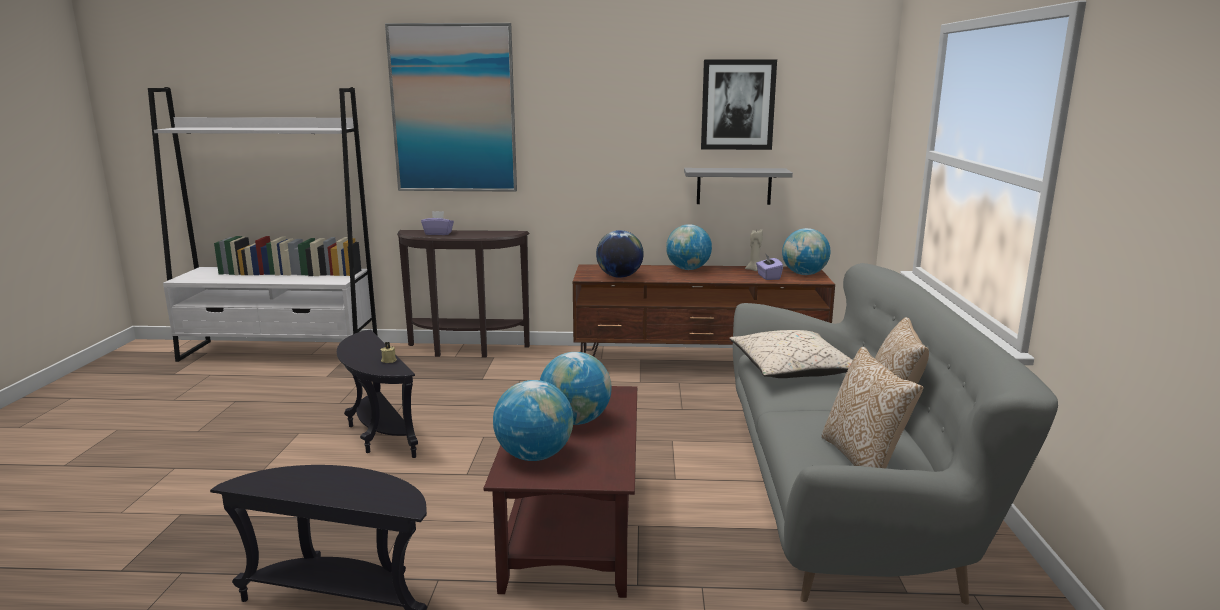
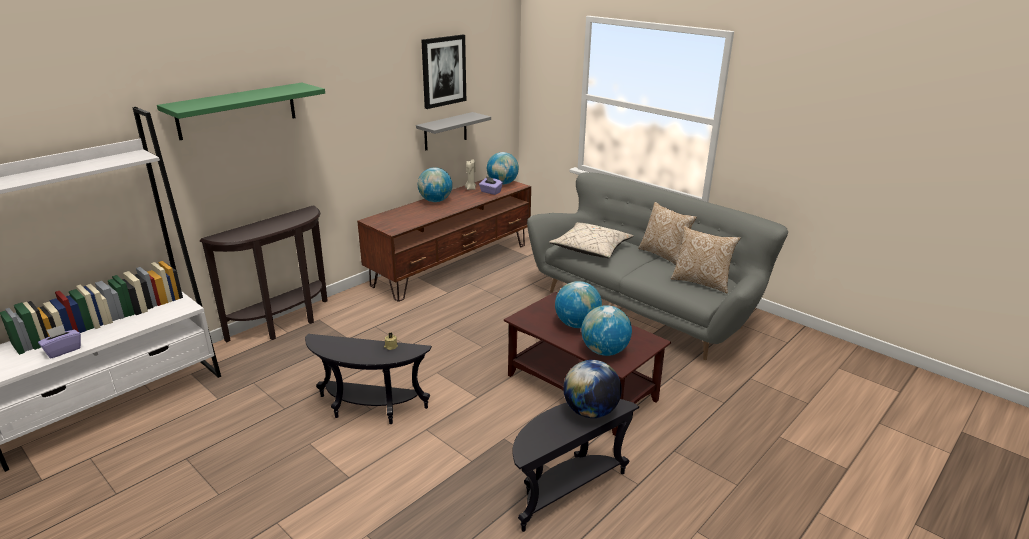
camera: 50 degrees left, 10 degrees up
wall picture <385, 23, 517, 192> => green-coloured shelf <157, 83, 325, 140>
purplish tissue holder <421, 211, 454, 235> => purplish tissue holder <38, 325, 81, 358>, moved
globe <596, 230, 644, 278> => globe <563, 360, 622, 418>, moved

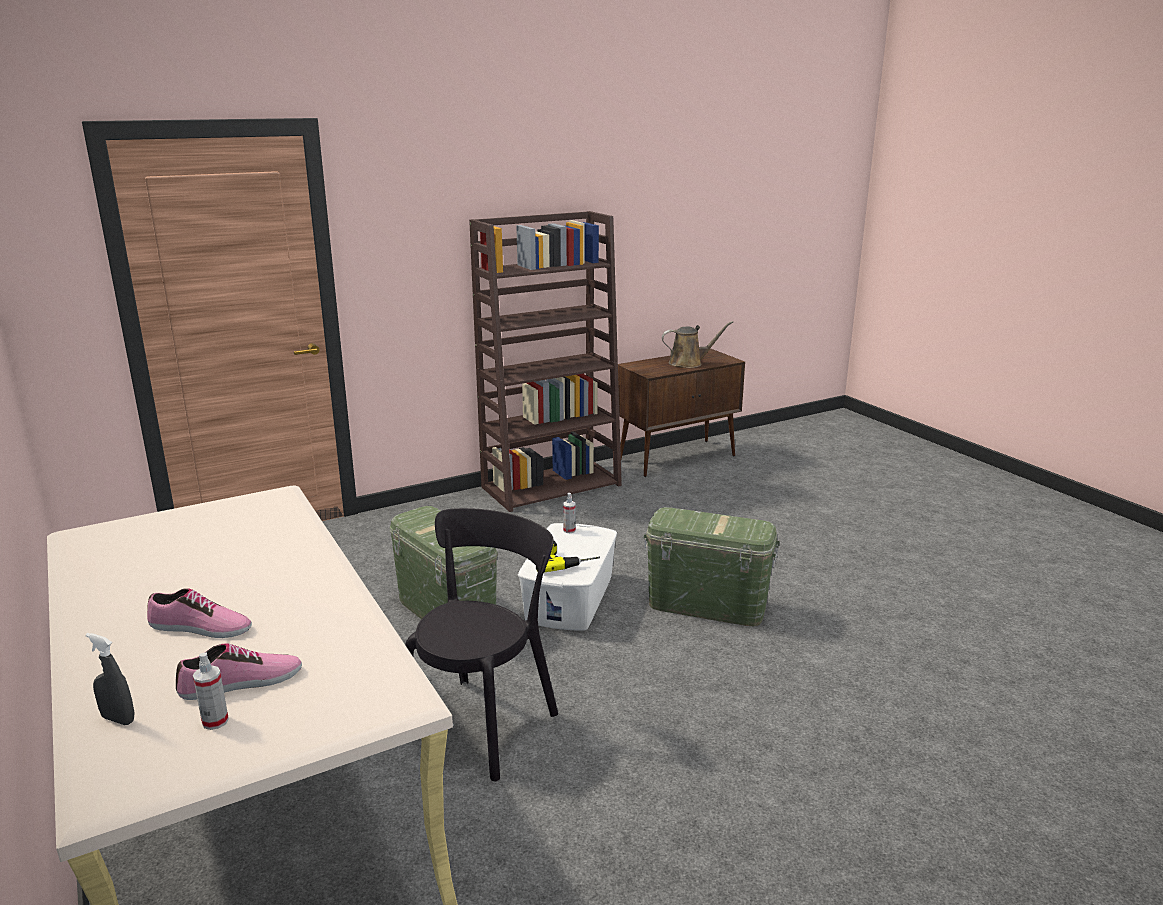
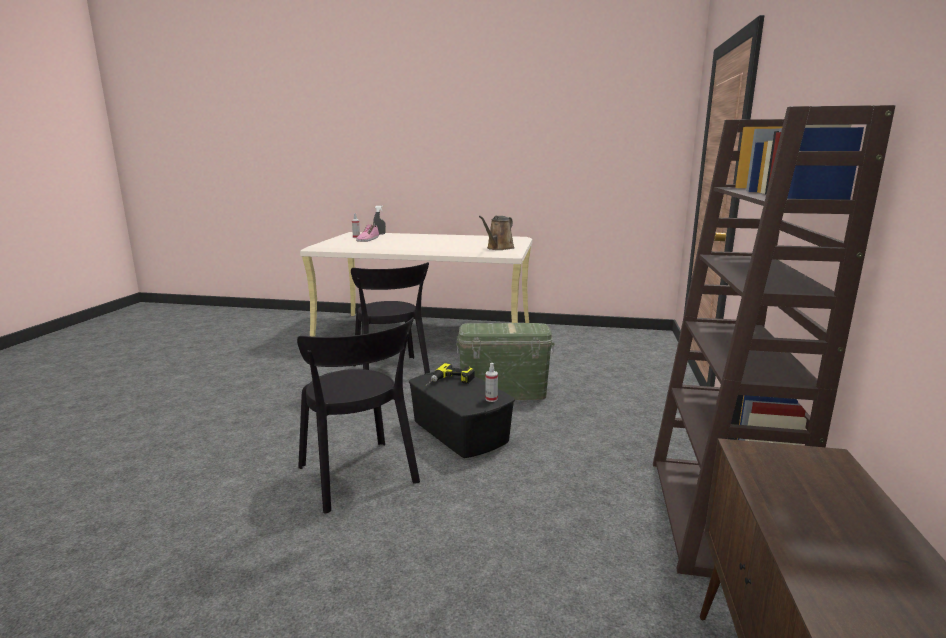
camera: 130 degrees right, 5 degrees down
low shoe <147, 588, 252, 638> => nothing
white storage container <518, 523, 617, 631> => black storage container <409, 368, 515, 458>
green-coloured storage container <643, 507, 780, 626> => black upright chair <297, 317, 420, 514>
brownish watering pot <662, 321, 733, 368> => brownish watering pot <479, 216, 515, 250>, moved

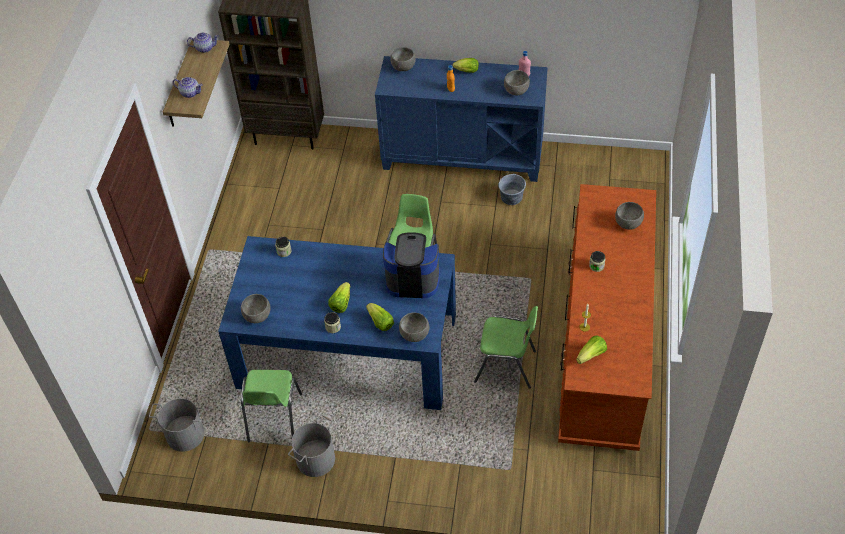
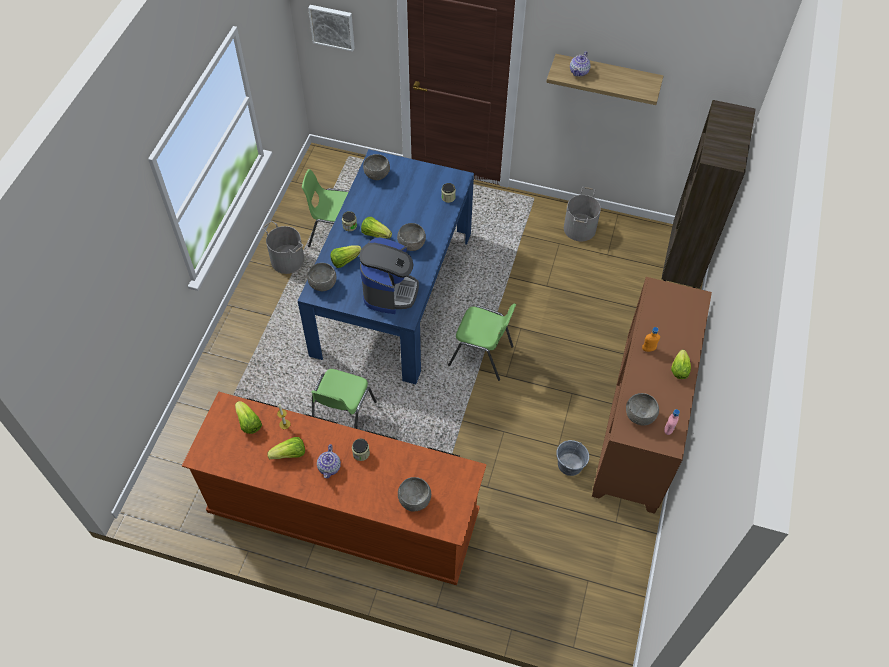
camera: 95 degrees right, 5 degrees up
gray pail <149, 398, 205, 452> => gray pail <564, 187, 601, 241>, moved
teapot <187, 32, 219, 53> => teapot <317, 444, 341, 479>, moved
blue cupboard <375, 56, 548, 182> => brownish cupboard <592, 277, 712, 514>
gray serving bowl <390, 47, 416, 71> => gray serving bowl <397, 223, 426, 251>, moved
nothing => head of lettuce <267, 437, 305, 459>
nothing => wall picture <308, 5, 355, 52>

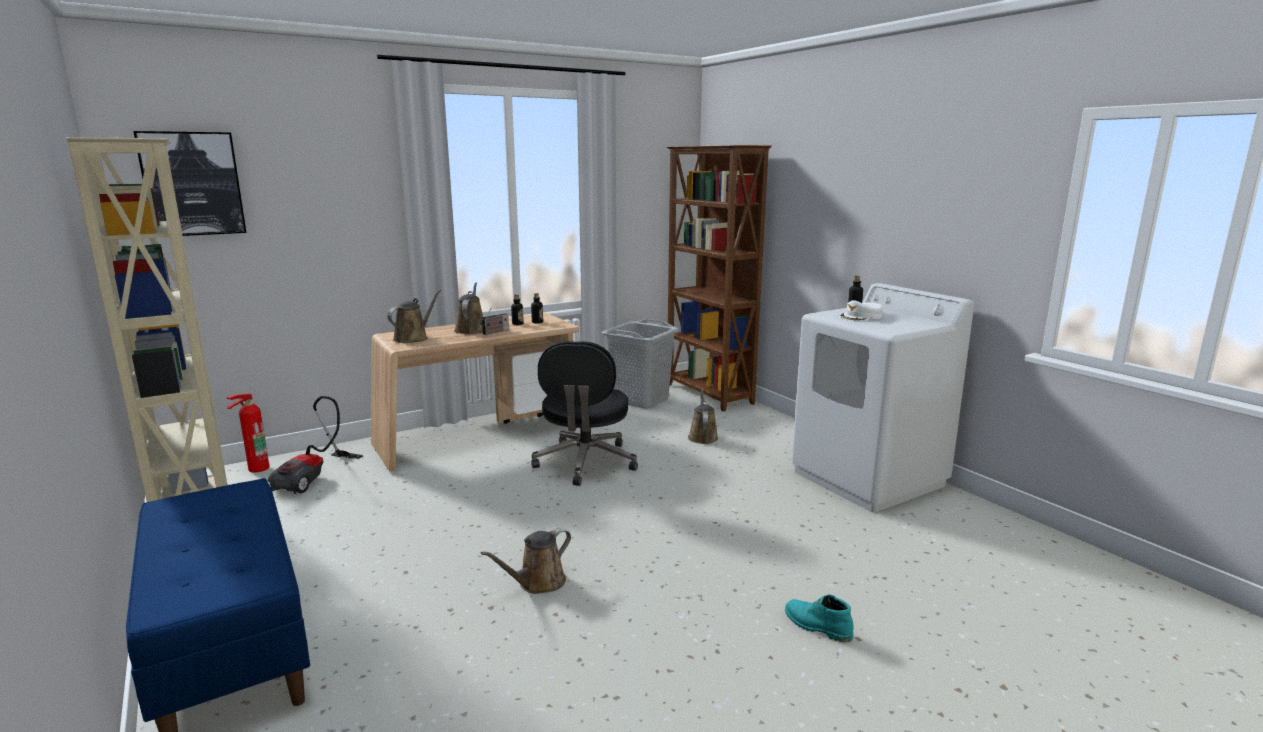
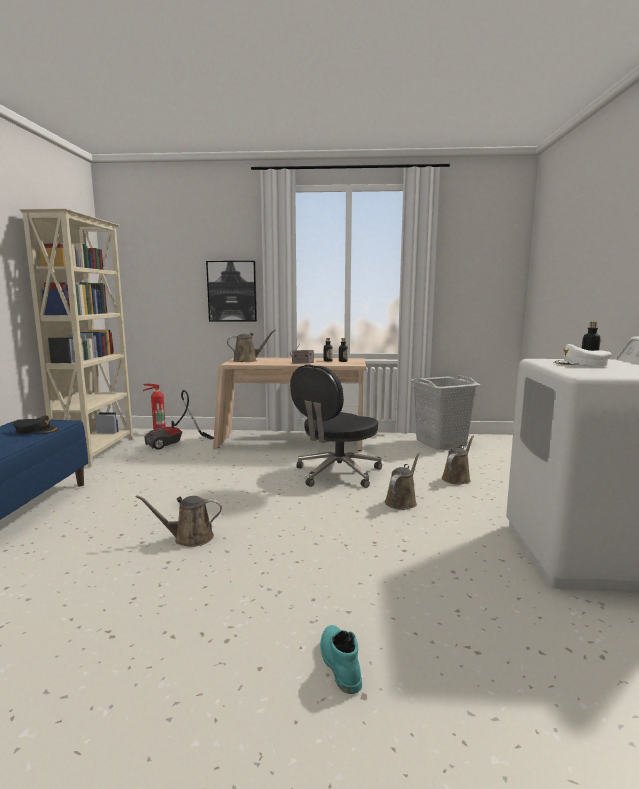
camera: 35 degrees right, 5 degrees down
wall picture <134, 131, 246, 236> => wall picture <206, 261, 257, 322>, moved
brownish watering pot <454, 282, 483, 334> => brownish watering pot <385, 452, 420, 510>, moved
brownish bookshelf <666, 145, 771, 412> => nothing
nothing => black peaked cap <13, 415, 59, 434>

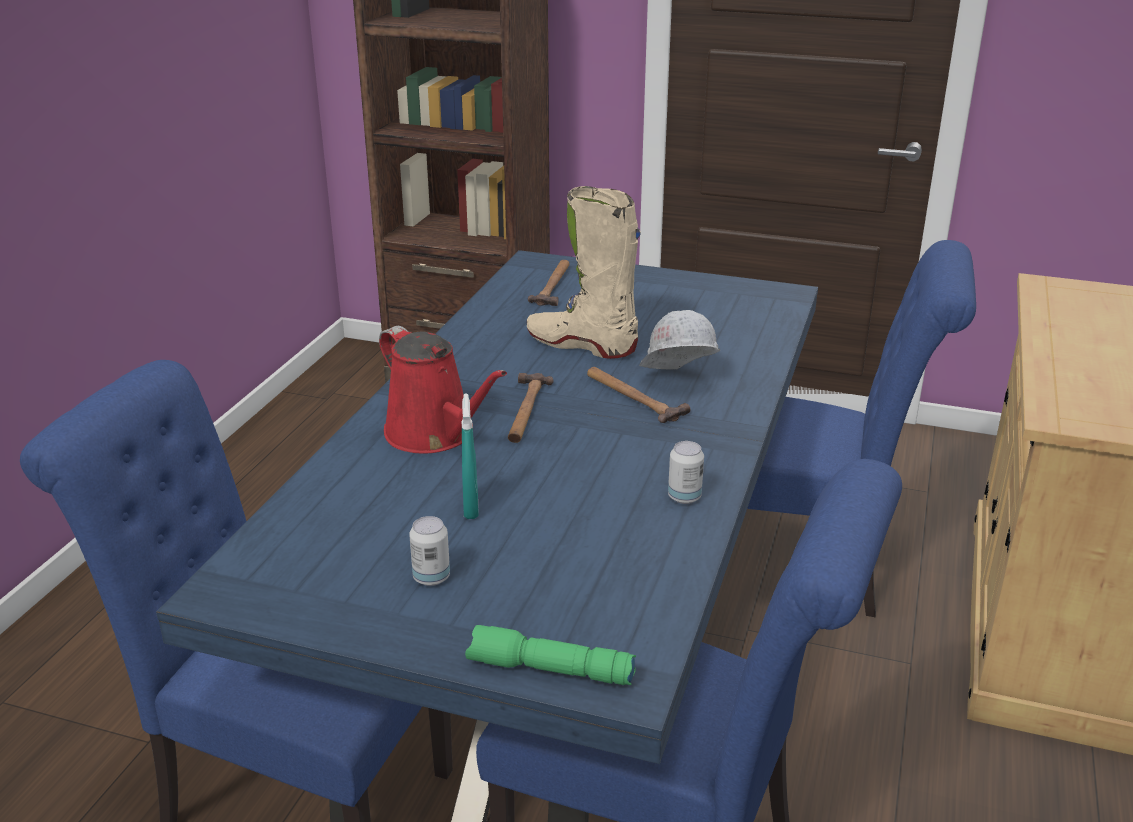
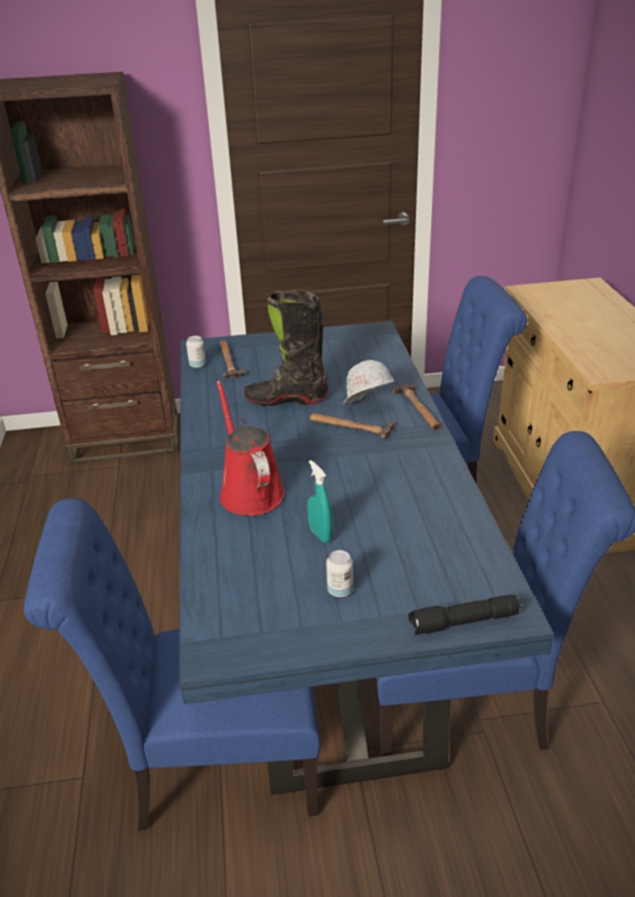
camera: 25 degrees left, 5 degrees up
red watering pot <379, 326, 507, 453> => red watering pot <216, 381, 285, 516>, 135 degrees counterclockwise
green-coloured hand torch <465, 625, 636, 685> => black hand torch <408, 595, 521, 635>
tool hammer <508, 373, 554, 443> => tool hammer <392, 384, 440, 430>, moved
beige-coloured boot <527, 186, 641, 359> => black boot <243, 290, 328, 406>
can <668, 441, 704, 504> => can <186, 336, 206, 368>, moved

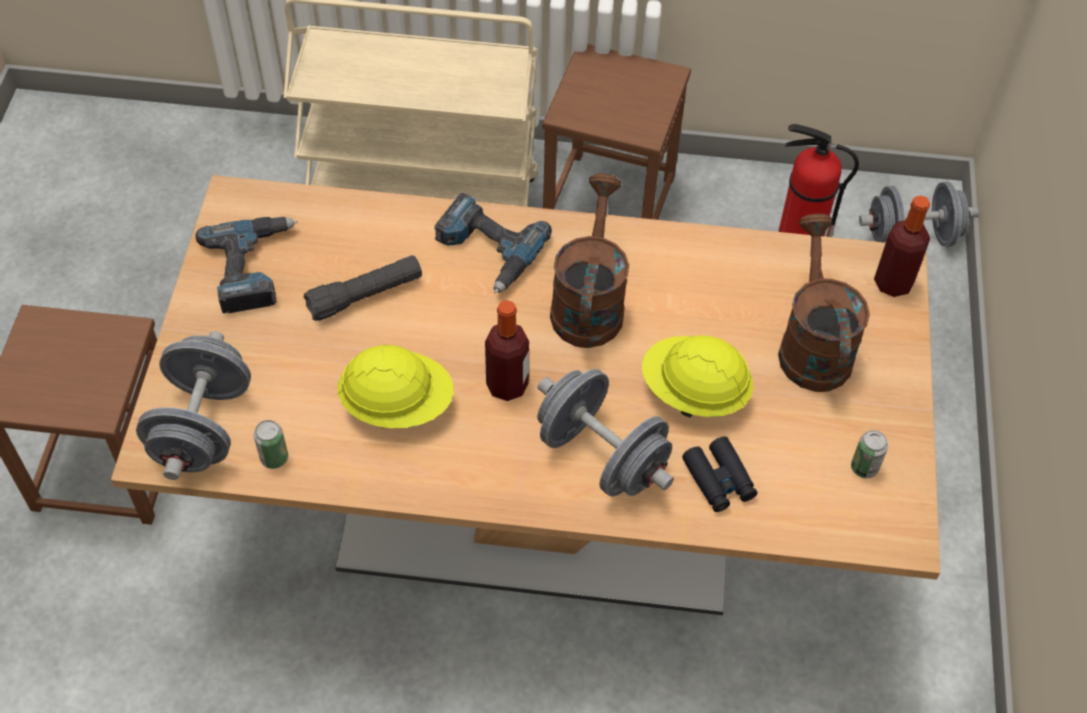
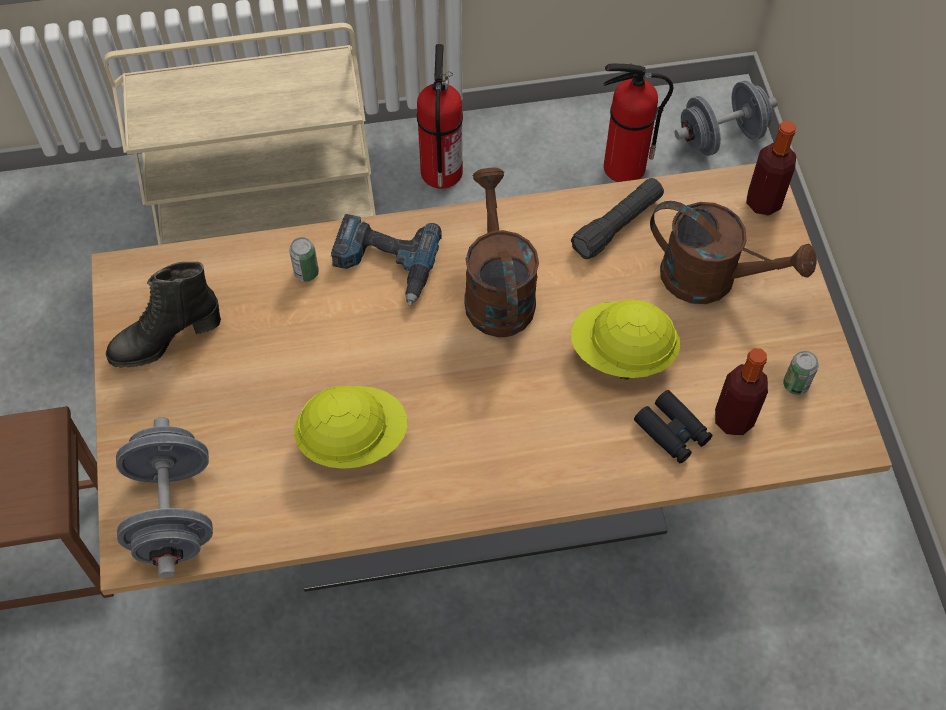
camera: 15 degrees left, 5 degrees up
electric drill <195, 217, 297, 313> => black boot <106, 262, 221, 368>
can <254, 420, 288, 469> => can <289, 237, 319, 282>, moved
black hand torch <304, 255, 422, 321> => black hand torch <571, 178, 664, 259>, moved
drink bottle <485, 300, 529, 401> => drink bottle <715, 348, 768, 436>, moved
gray dumbbell <537, 369, 674, 497> => nothing
brownish stool seat <543, 44, 691, 220> => extinguisher <417, 44, 463, 189>
brownish watering pot <778, 214, 870, 392> => brownish watering pot <650, 201, 817, 304>, 135 degrees clockwise

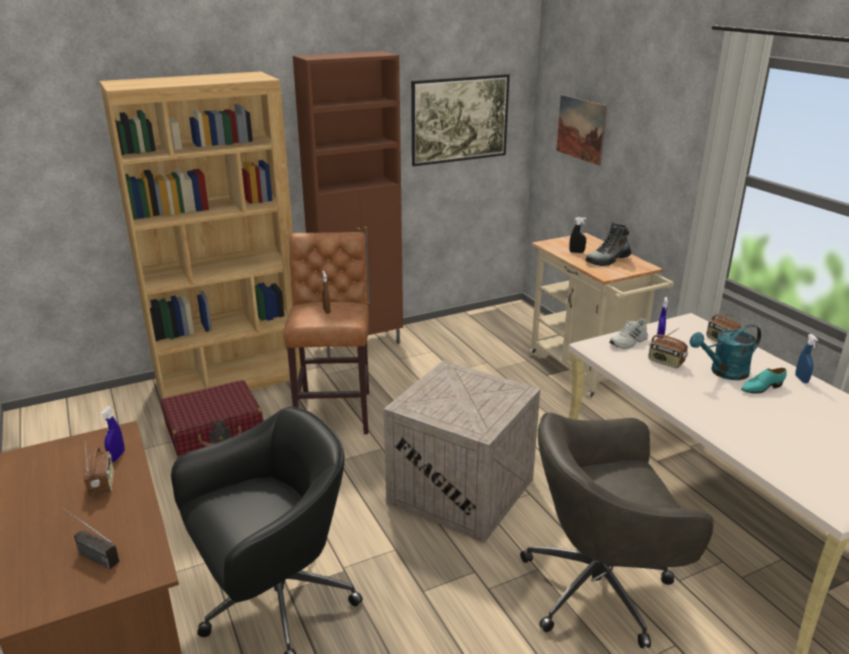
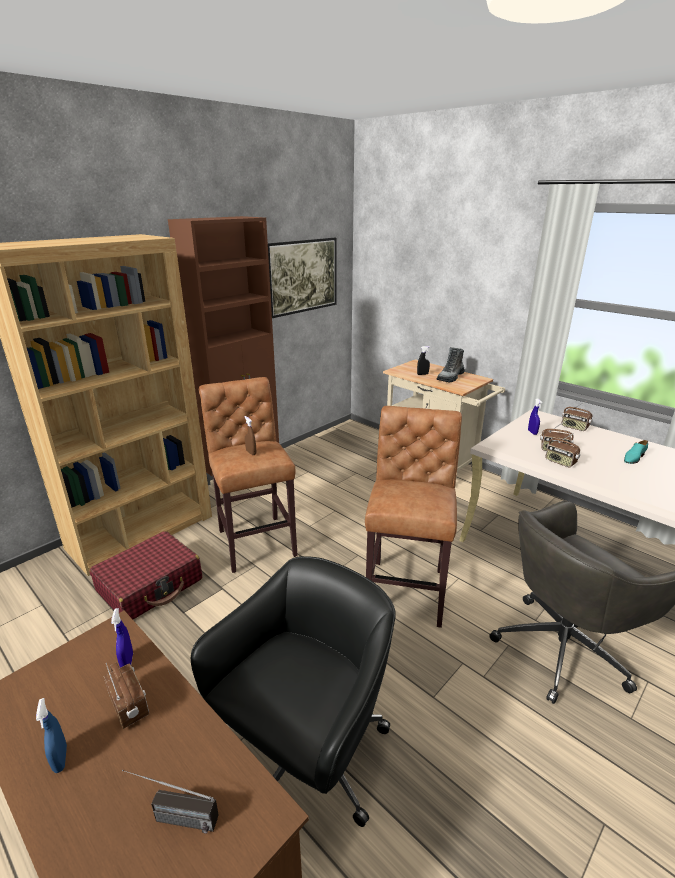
camera: 20 degrees left, 0 degrees up
crate <384, 360, 540, 543> => brownish stool seat <365, 406, 462, 628>
wall picture <556, 95, 607, 166> => nothing
white low shoe <609, 318, 648, 349> => nothing
turquoise watering pot <690, 324, 761, 380> => nothing
blue hand sprayer <795, 334, 818, 383> => blue hand sprayer <36, 698, 67, 773>, moved
nothing => radio set <545, 433, 580, 467>

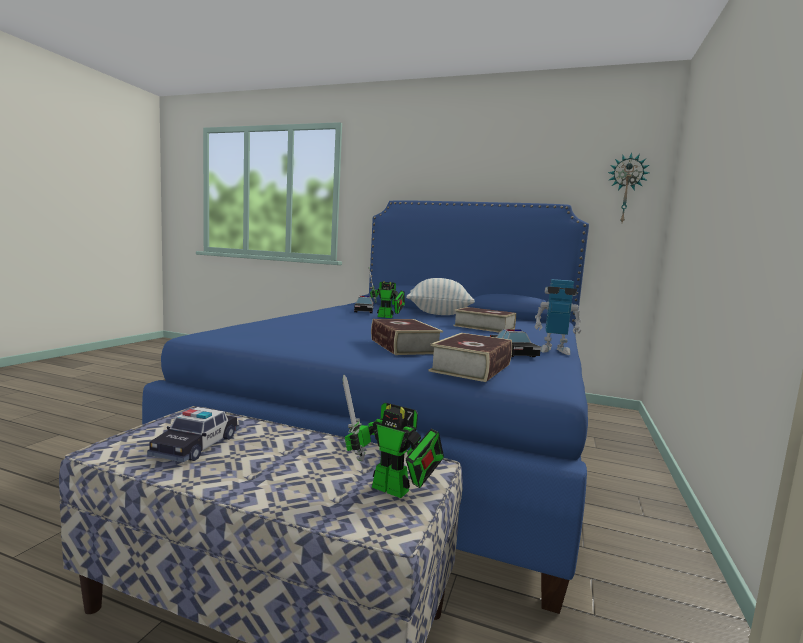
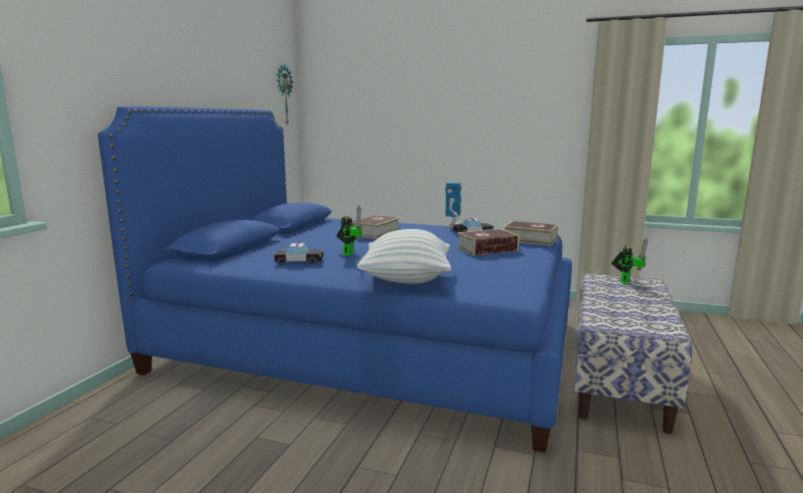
camera: 90 degrees left, 5 degrees up
toy car <147, 407, 239, 463> => nothing
pillow <406, 278, 475, 315> => pillow <357, 229, 451, 284>, moved

